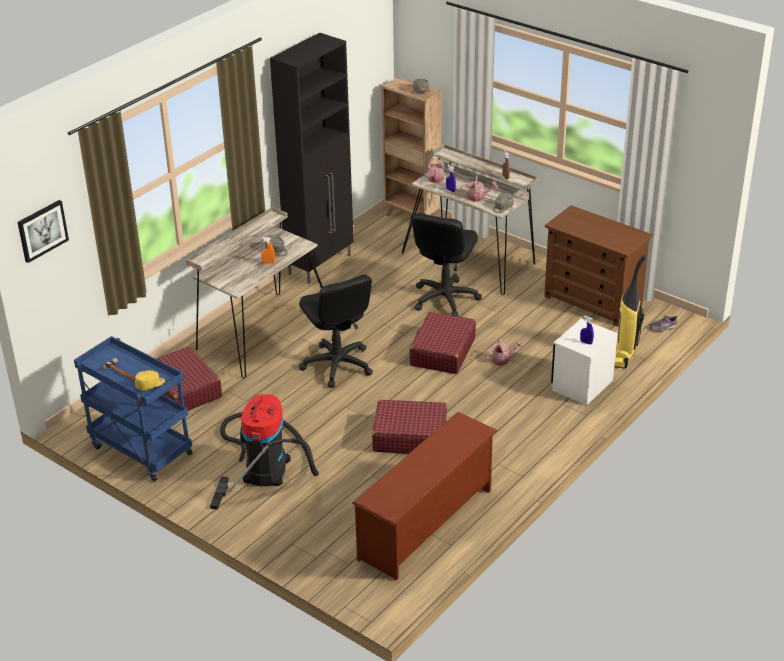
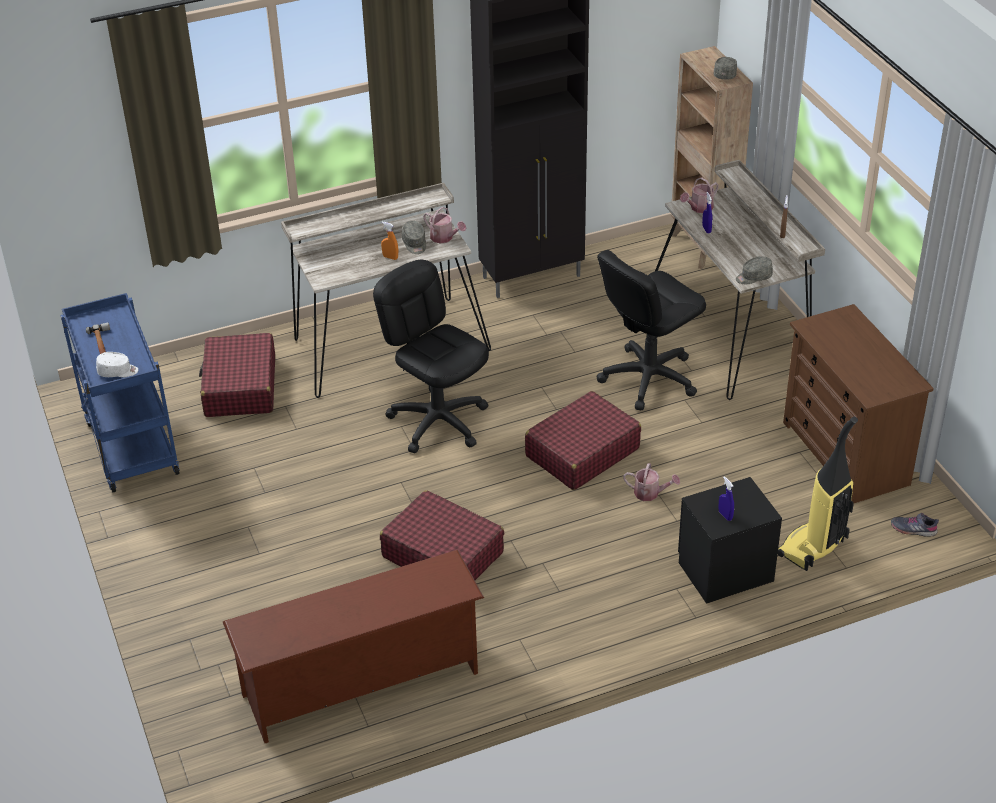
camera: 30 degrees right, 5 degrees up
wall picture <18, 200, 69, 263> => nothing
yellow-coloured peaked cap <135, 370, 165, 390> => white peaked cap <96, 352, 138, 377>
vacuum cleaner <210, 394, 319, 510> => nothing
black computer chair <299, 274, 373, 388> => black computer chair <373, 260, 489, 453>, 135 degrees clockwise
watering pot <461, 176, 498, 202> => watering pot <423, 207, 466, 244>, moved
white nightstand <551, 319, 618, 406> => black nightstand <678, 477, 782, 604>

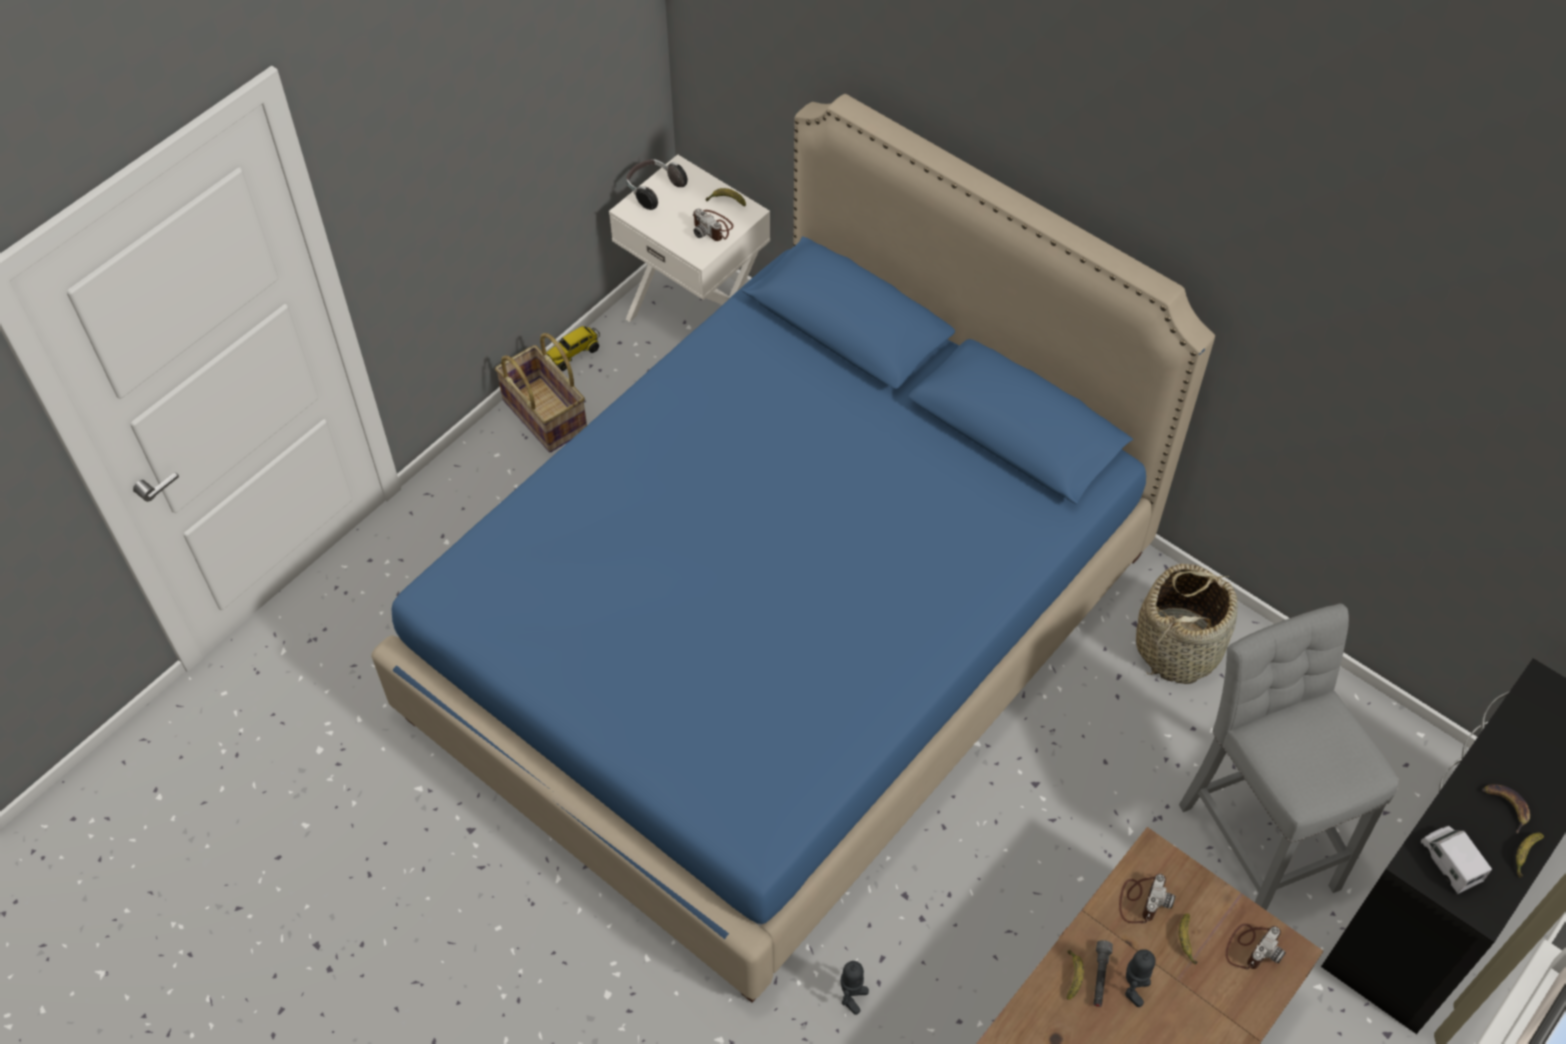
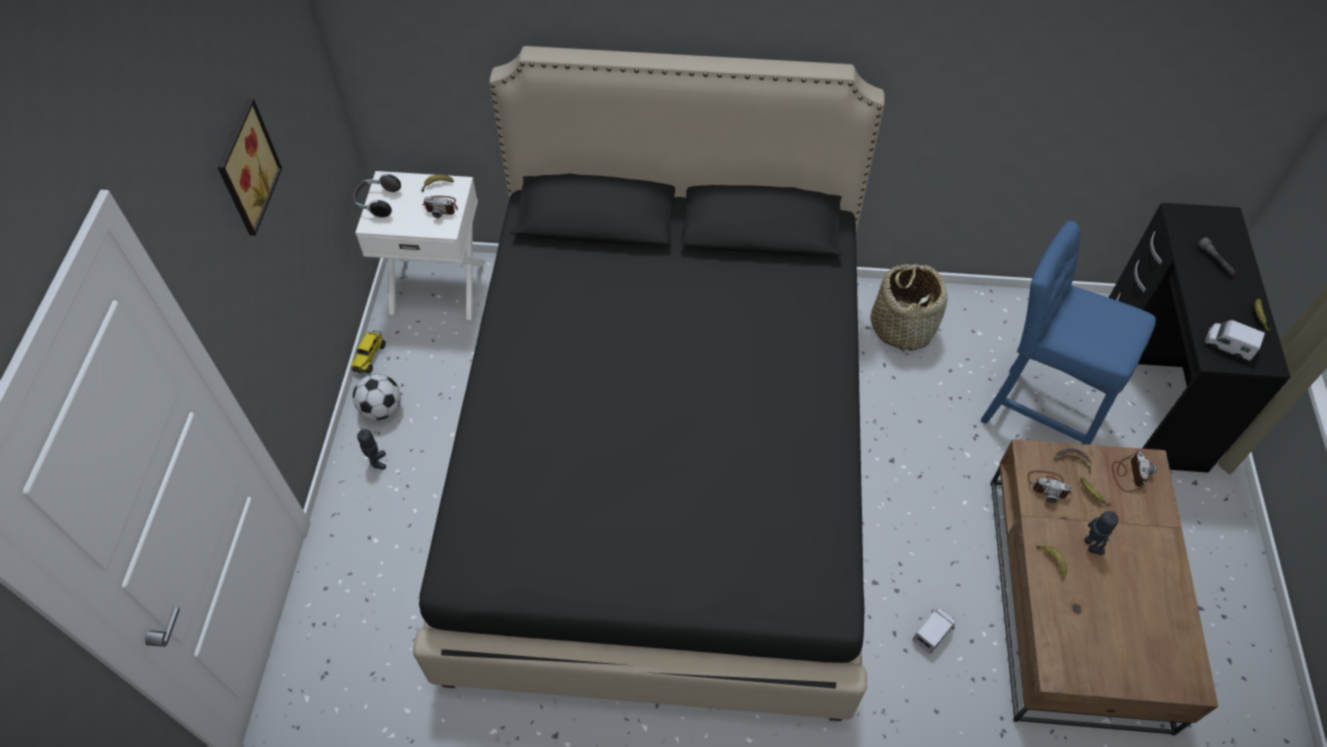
camera: 35 degrees left, 0 degrees up
blue bedroom bed <371, 94, 1215, 1003> => black bedroom bed <413, 46, 885, 721>
basket <495, 333, 587, 452> => football ball <353, 374, 401, 420>
toy robot <841, 961, 869, 1015> => toy robot <357, 428, 386, 470>, moved
gray hand torch <1094, 940, 1113, 1007> => gray hand torch <1198, 237, 1236, 275>, moved
photo camera <1119, 874, 1176, 923> => photo camera <1028, 471, 1072, 503>, 120 degrees clockwise
gray stool seat <1179, 603, 1398, 911> => blue stool seat <981, 221, 1156, 445>
whole banana <1482, 784, 1530, 834> => whole banana <1054, 449, 1092, 475>, moved
nothing => wall picture <217, 98, 282, 236>
nothing => model truck <912, 608, 956, 655>

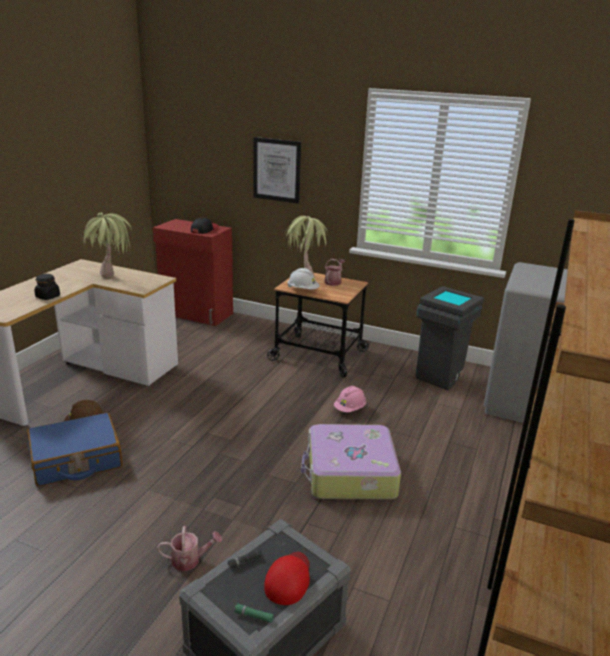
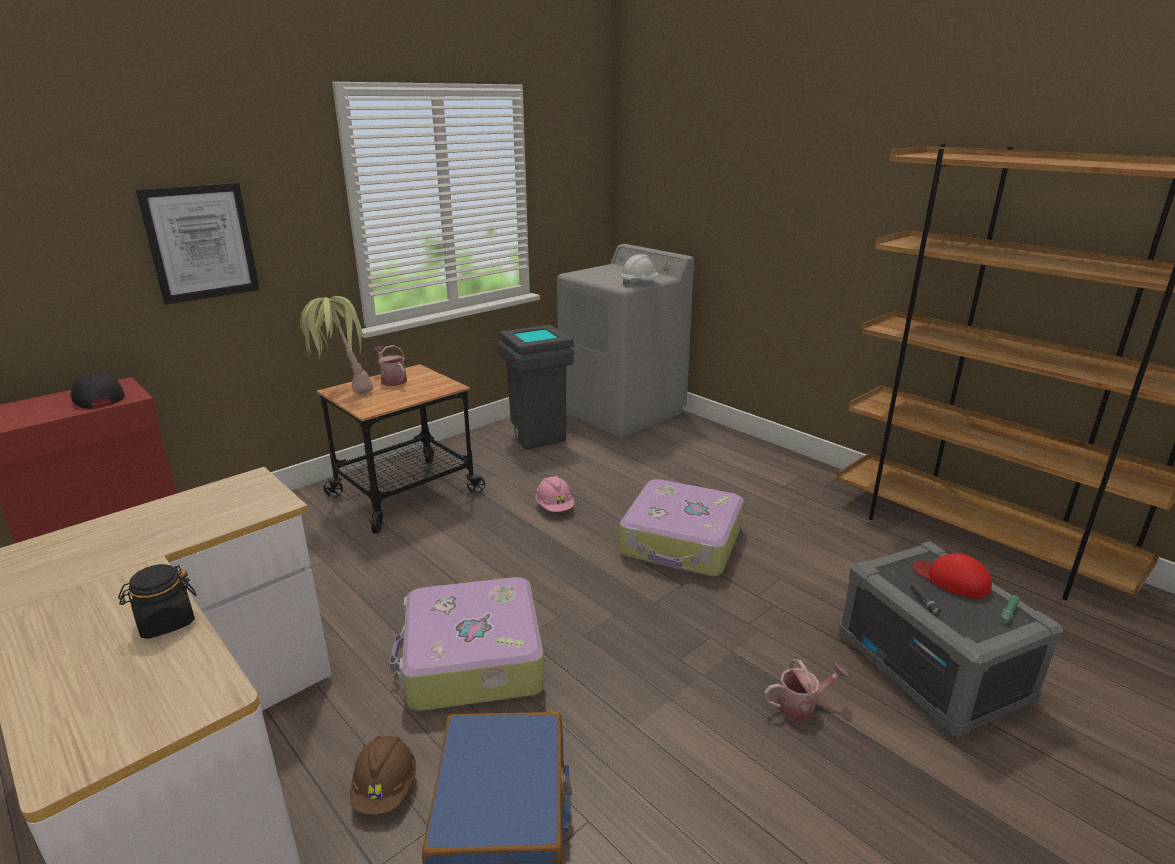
camera: 65 degrees left, 0 degrees up
plant in a pot <81, 213, 132, 278> => nothing
watering pot <157, 526, 222, 571> => watering pot <764, 659, 849, 721>, 60 degrees clockwise
white work helmet <287, 268, 320, 289> => white work helmet <621, 254, 660, 286>, moved
nothing => travel case <390, 577, 544, 711>

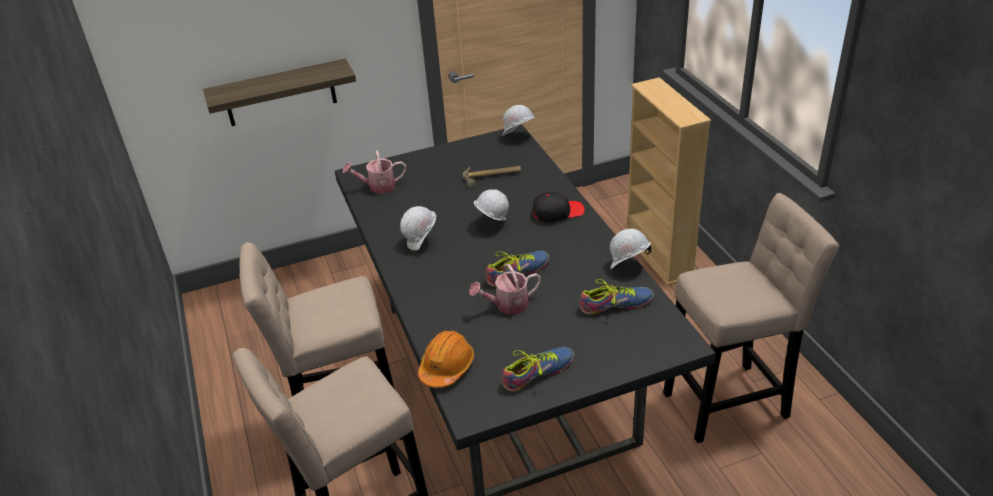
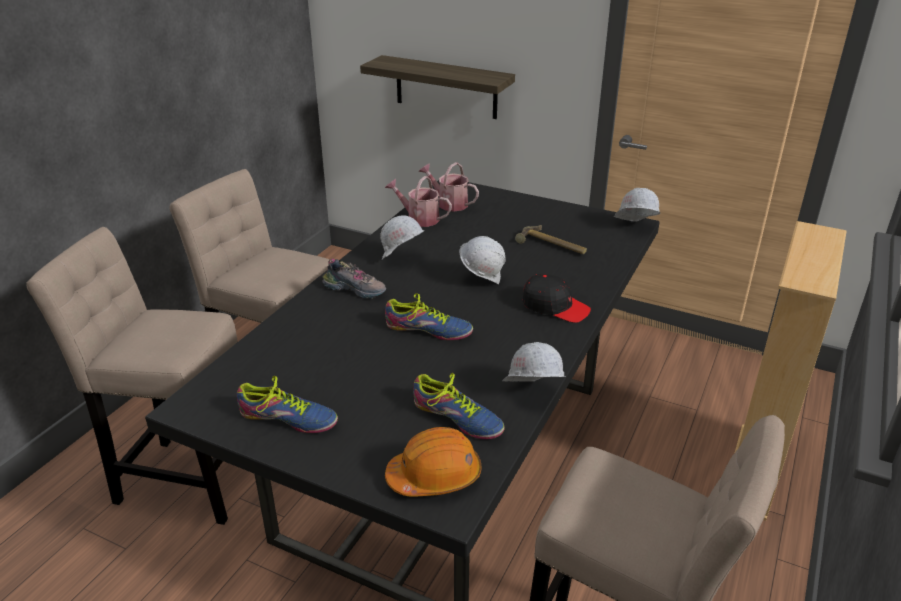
camera: 45 degrees right, 5 degrees down
orange-coloured work helmet <418, 331, 474, 388> => orange-coloured work helmet <385, 427, 481, 497>, moved
watering pot <469, 264, 541, 315> => watering pot <385, 176, 452, 227>, moved
nothing => low shoe <322, 259, 386, 299>

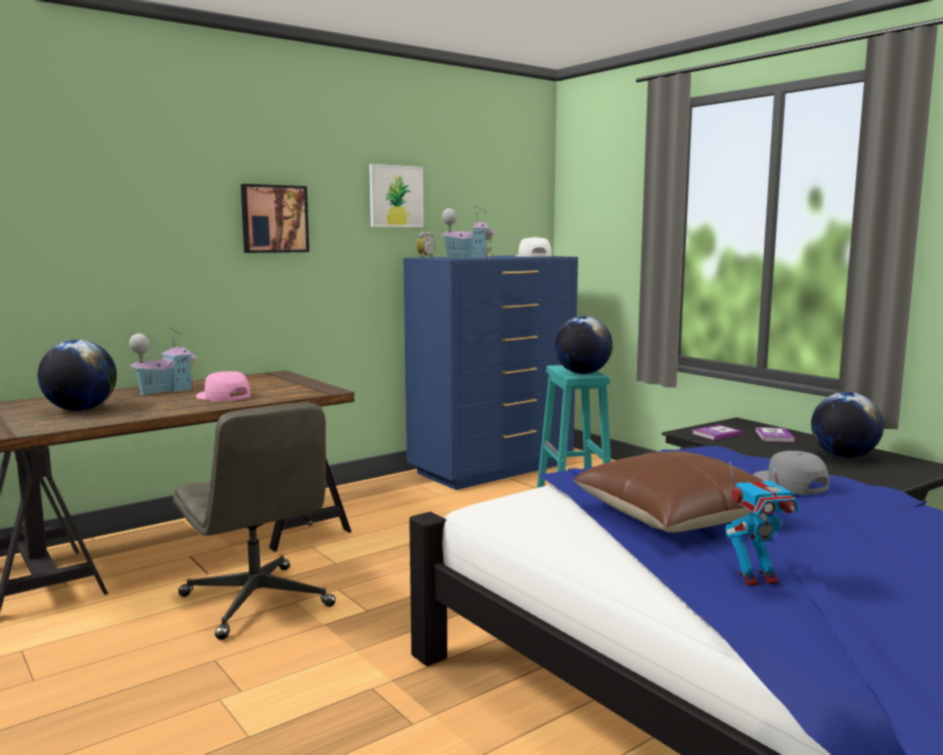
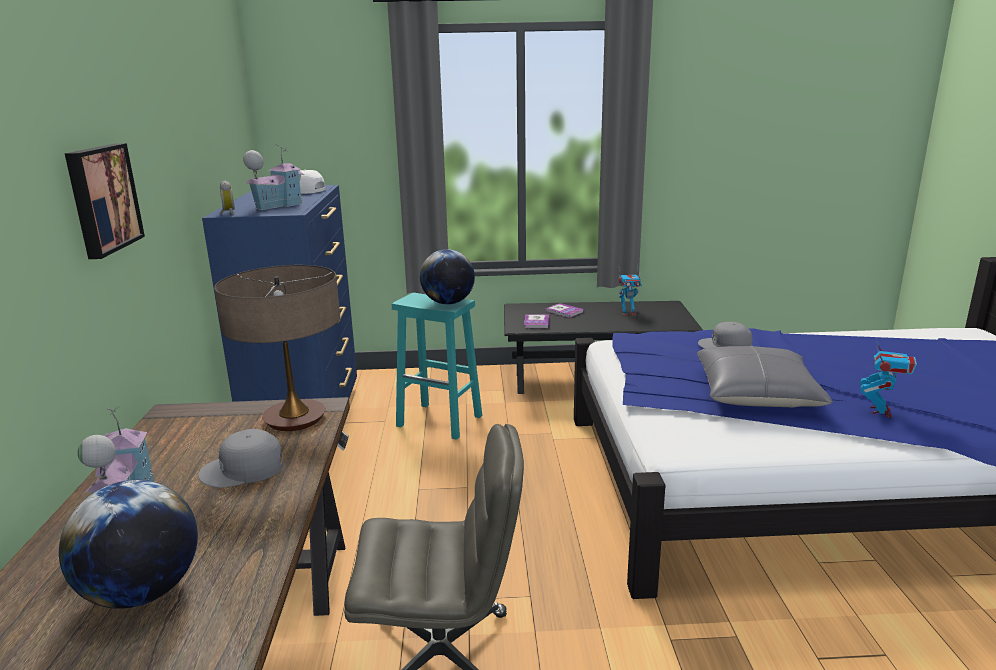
camera: 55 degrees left, 10 degrees up
pink-coloured peaked cap <196, 371, 250, 402> => gray peaked cap <198, 429, 283, 488>
wall picture <369, 164, 424, 227> => nothing
brownish pillow <573, 451, 764, 533> => gray pillow <697, 346, 833, 408>
globe <811, 392, 884, 458> => toy robot <619, 266, 642, 316>
nothing => tabletop lamp <214, 265, 340, 431>

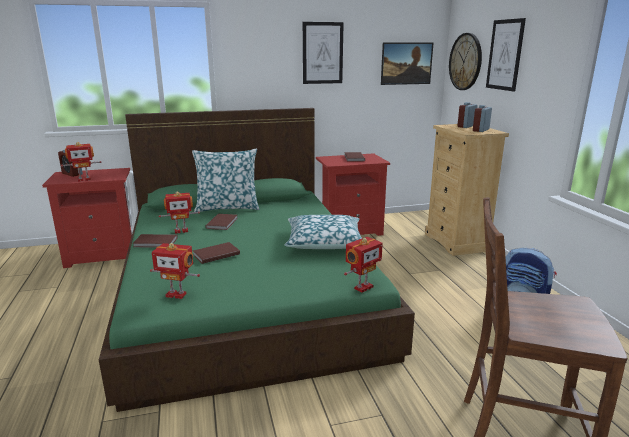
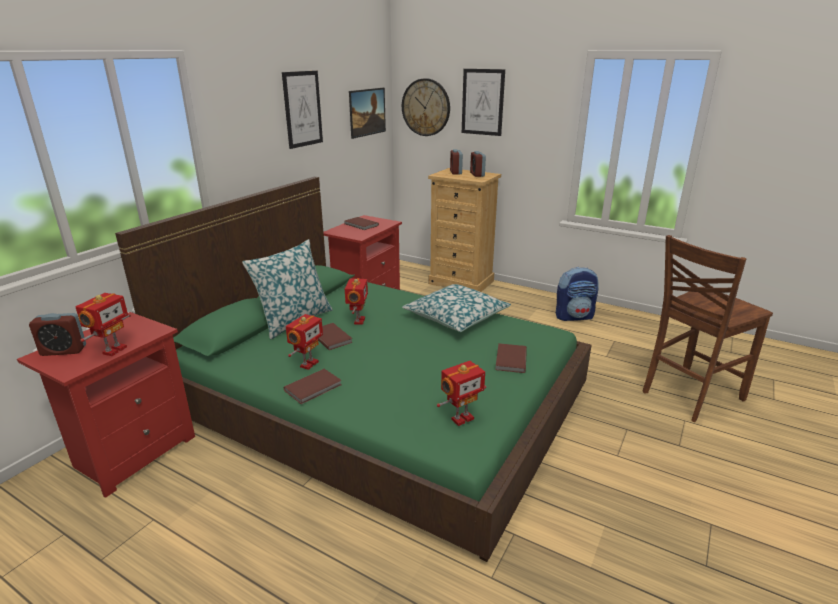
camera: 45 degrees left, 5 degrees up
brownish book <193, 242, 240, 264> => brownish book <495, 343, 527, 373>, moved
toy robot <344, 237, 383, 292> => toy robot <345, 278, 368, 325>, moved

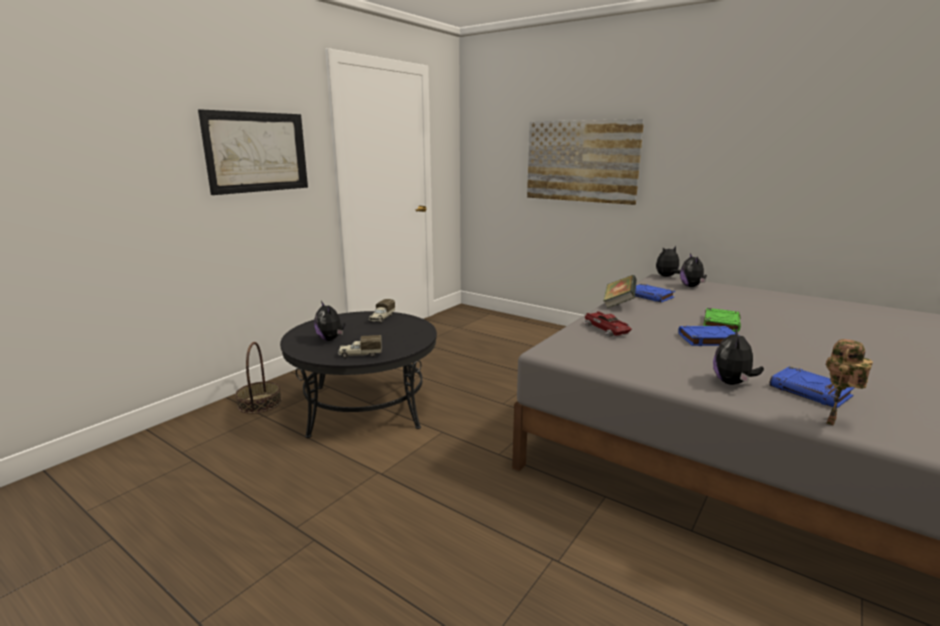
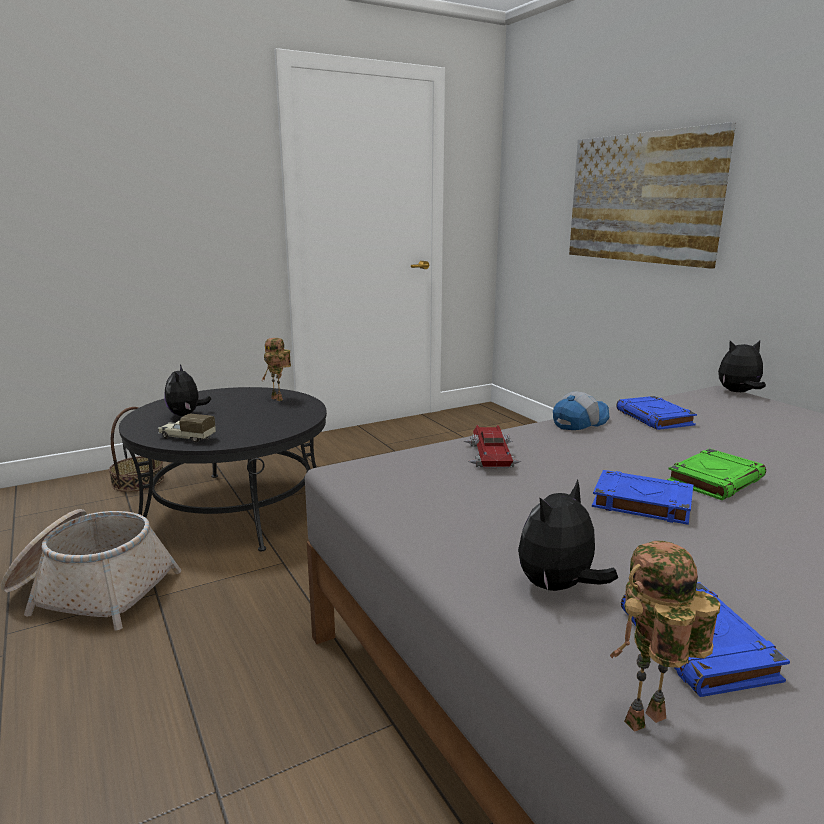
camera: 25 degrees right, 0 degrees up
wall picture <198, 109, 308, 195> => nothing
model truck <369, 299, 395, 323> => toy robot <262, 338, 291, 401>
book <603, 275, 637, 308> => peaked cap <553, 392, 609, 430>
cuddly toy <680, 253, 707, 287> => nothing
nothing => basket <1, 509, 181, 631>

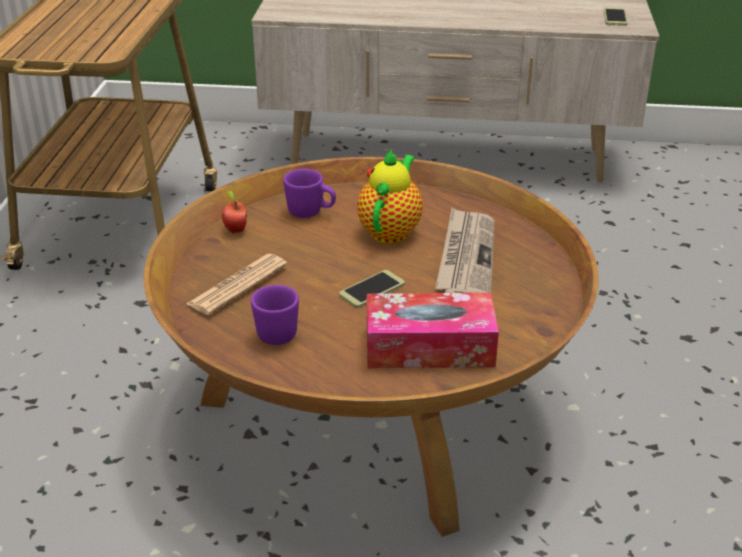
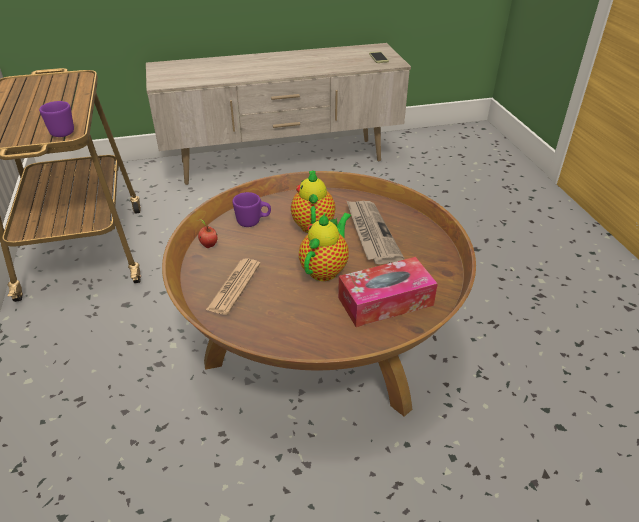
camera: 20 degrees left, 5 degrees up
purplish mug <251, 285, 299, 345> => purplish mug <39, 101, 74, 137>, moved
phone <339, 270, 405, 308> => teapot <299, 213, 351, 281>

